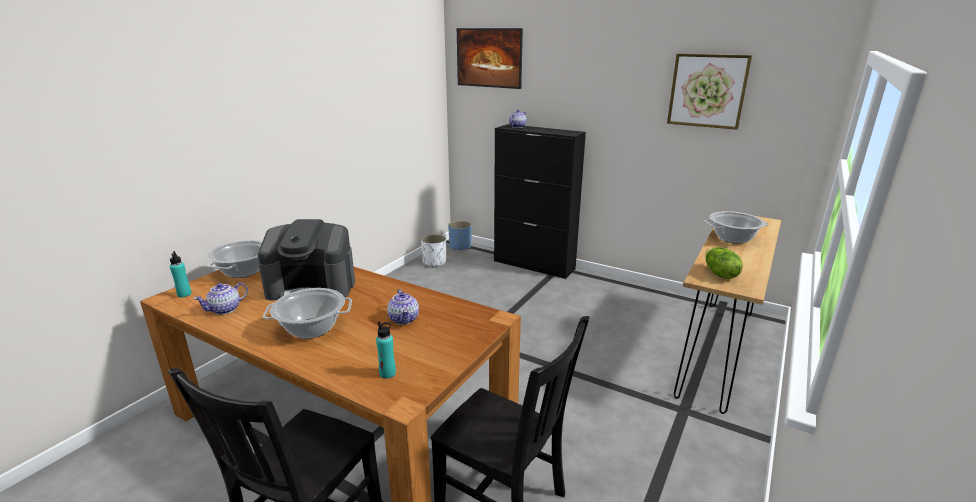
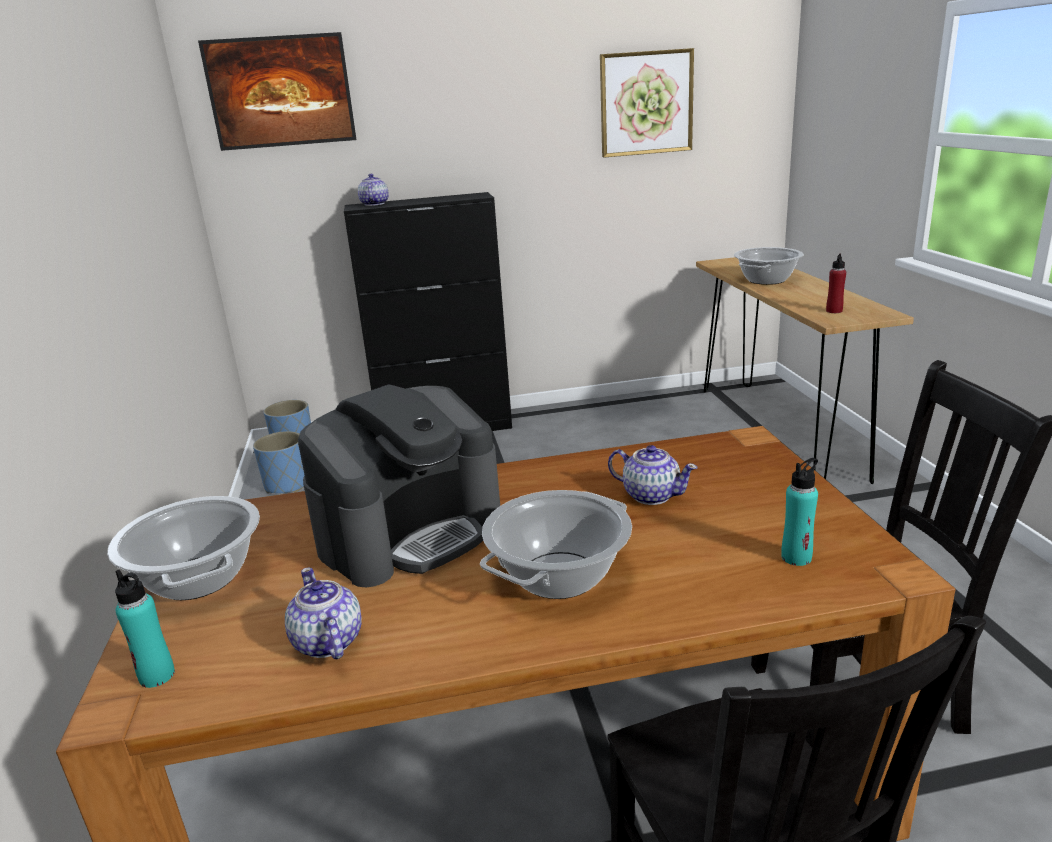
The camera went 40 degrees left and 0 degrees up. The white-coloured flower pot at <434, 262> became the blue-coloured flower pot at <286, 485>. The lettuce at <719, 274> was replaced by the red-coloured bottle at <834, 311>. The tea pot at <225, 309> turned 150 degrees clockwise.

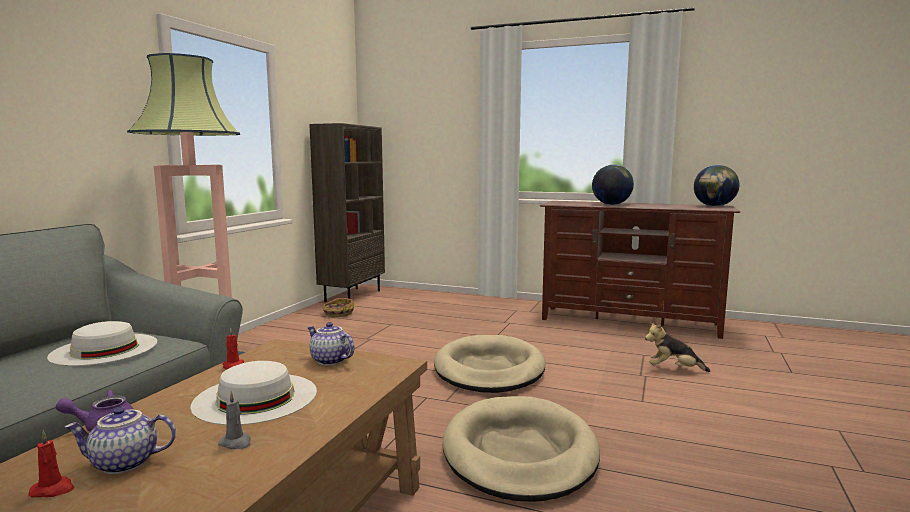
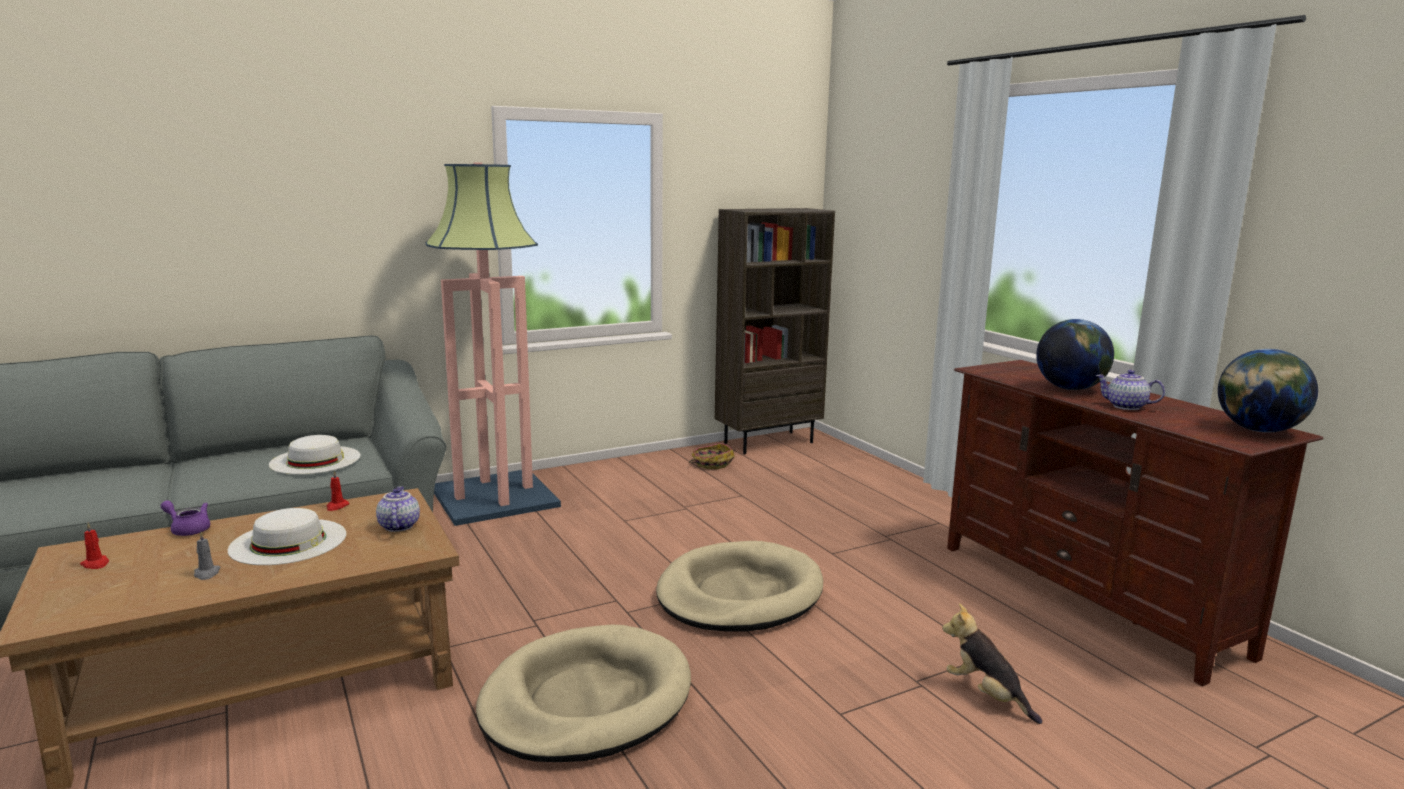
The camera went 40 degrees right and 5 degrees up. The tea pot moved from <123, 464> to <1125, 407>.

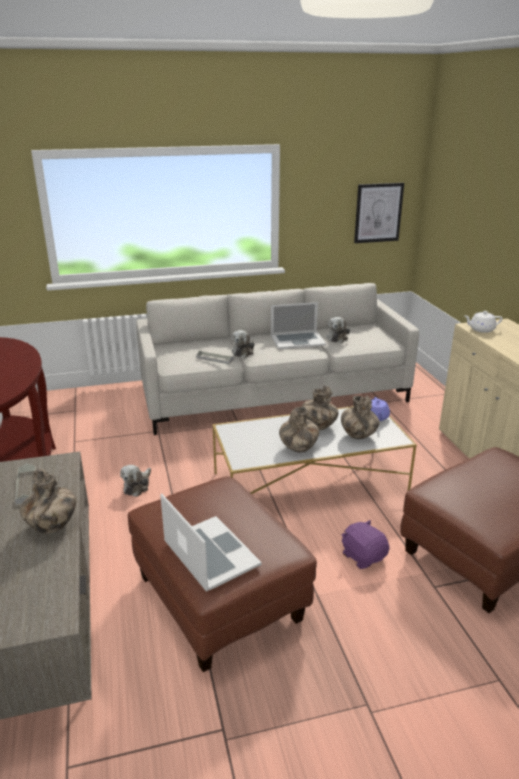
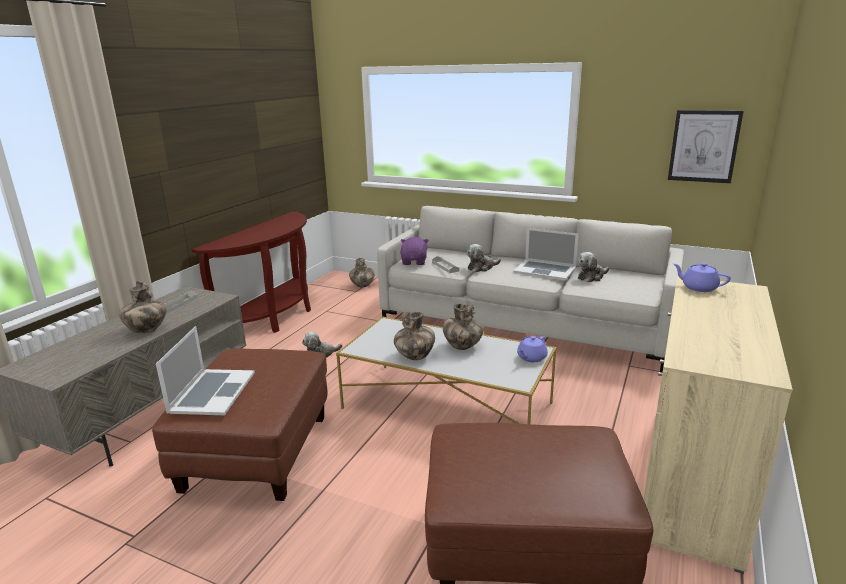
The camera went 40 degrees right and 5 degrees down. The white-coloured tea pot at <481, 329> became the purple-coloured tea pot at <698, 288>. The vase moved from <358, 435> to <362, 286>. The purple-coloured cuddly toy moved from <363, 556> to <414, 262>.

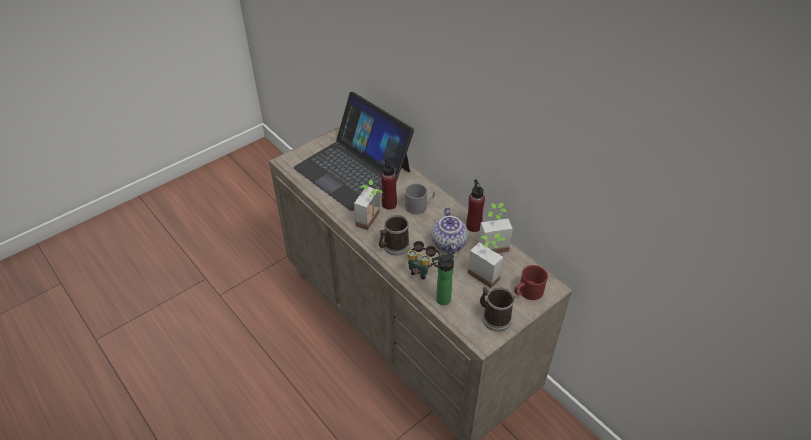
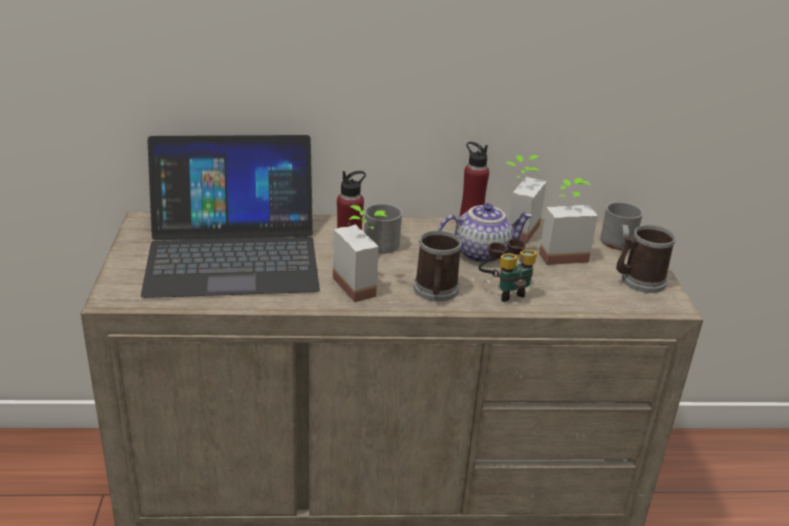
The camera went 55 degrees left and 15 degrees down. The tea pot at <450, 244> turned 45 degrees counterclockwise. The bottle at <441, 300> disappeared. The red-coloured mug at <527, 292> became the grey mug at <618, 244>.

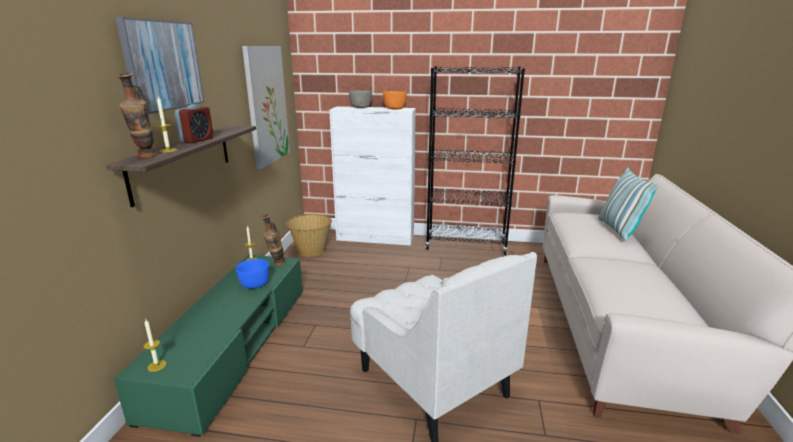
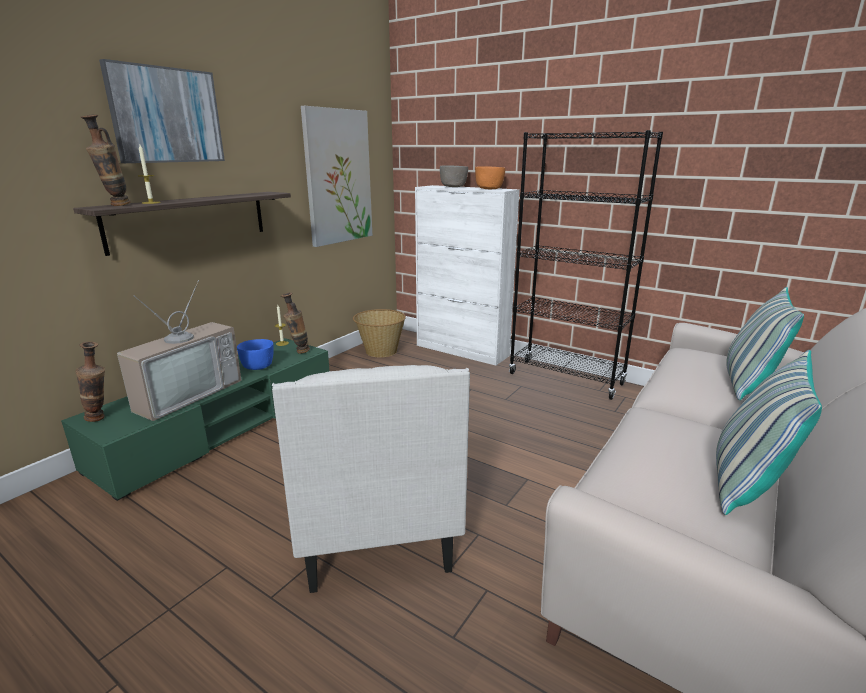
The camera went 25 degrees right and 0 degrees up. The alarm clock at <197, 140> disappeared. The wax light at <157, 366> was replaced by the vase at <101, 418>. The TV set at <186, 393> appeared. The cushion at <746, 484> appeared.

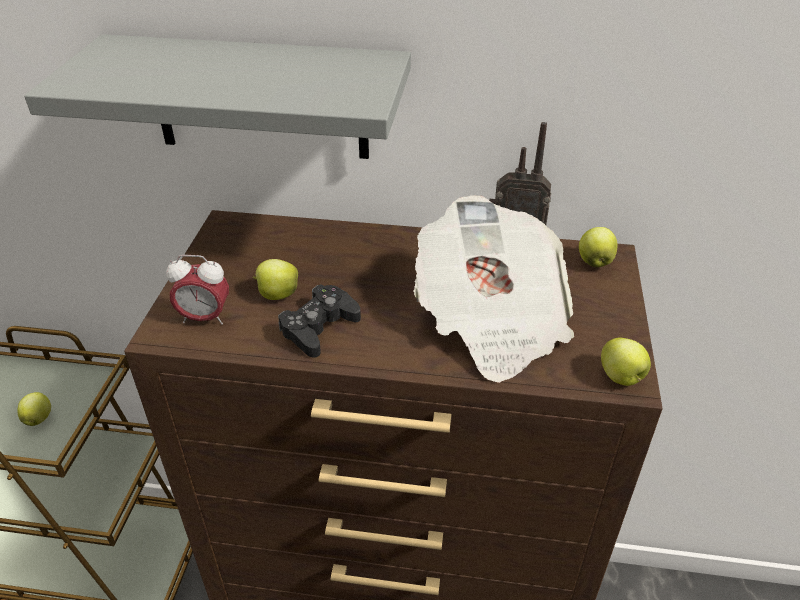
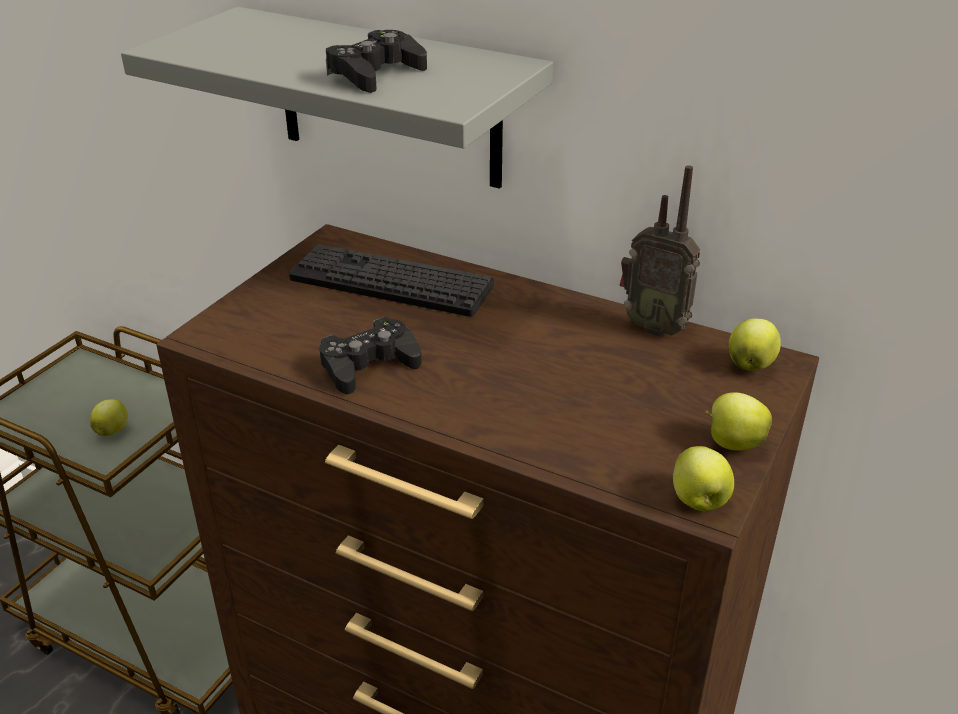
The camera went 20 degrees right and 5 degrees down. The printed paper at <491, 321> disappeared. The alarm clock at <205, 318> disappeared. The whole apple moved from <277, 295> to <732, 443>. The black-coloured gamepad at <375, 74> appeared. The computer keyboard at <391, 282> appeared.

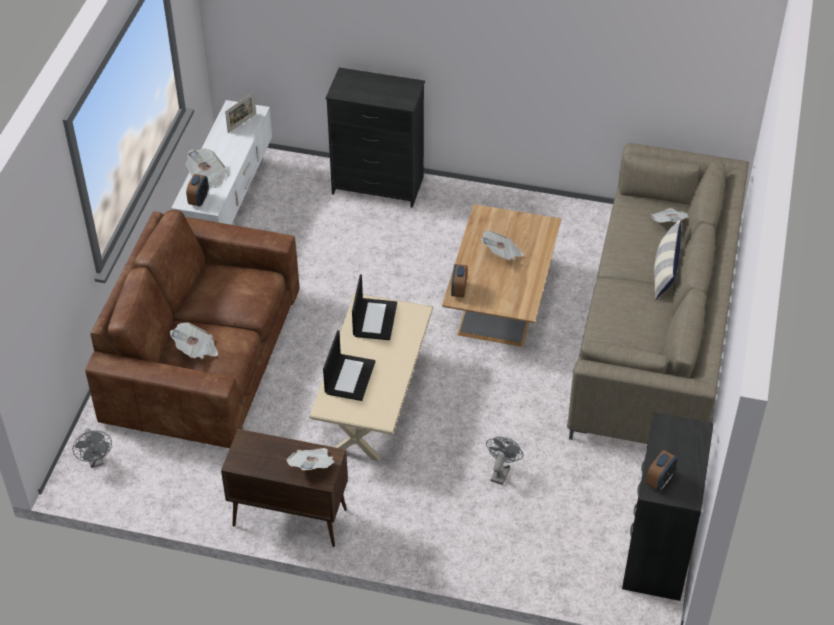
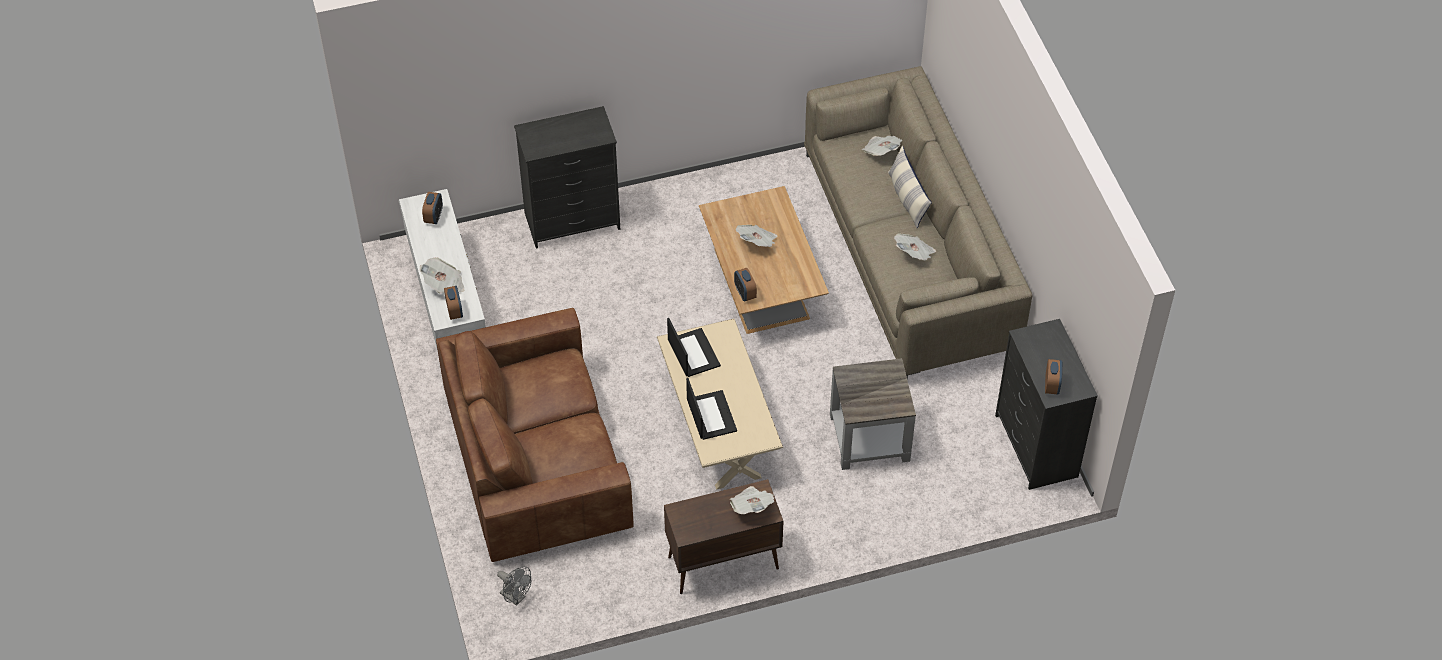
The camera went 30 degrees left and 5 degrees up. The photo frame at <242, 123> was replaced by the alarm clock at <434, 217>. The printed paper moved from <196, 349> to <914, 254>. The grey electric fan at <501, 471> was replaced by the grey side table at <868, 438>.

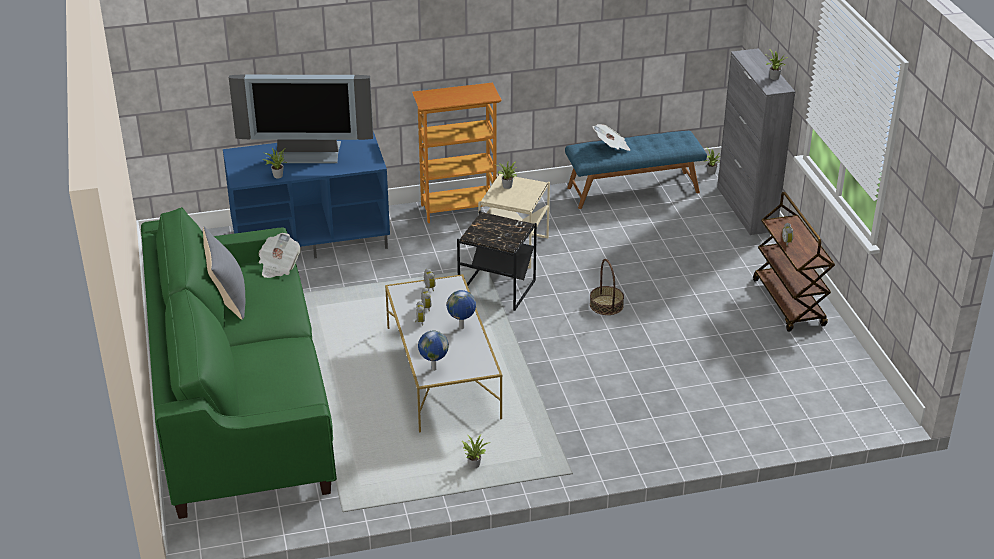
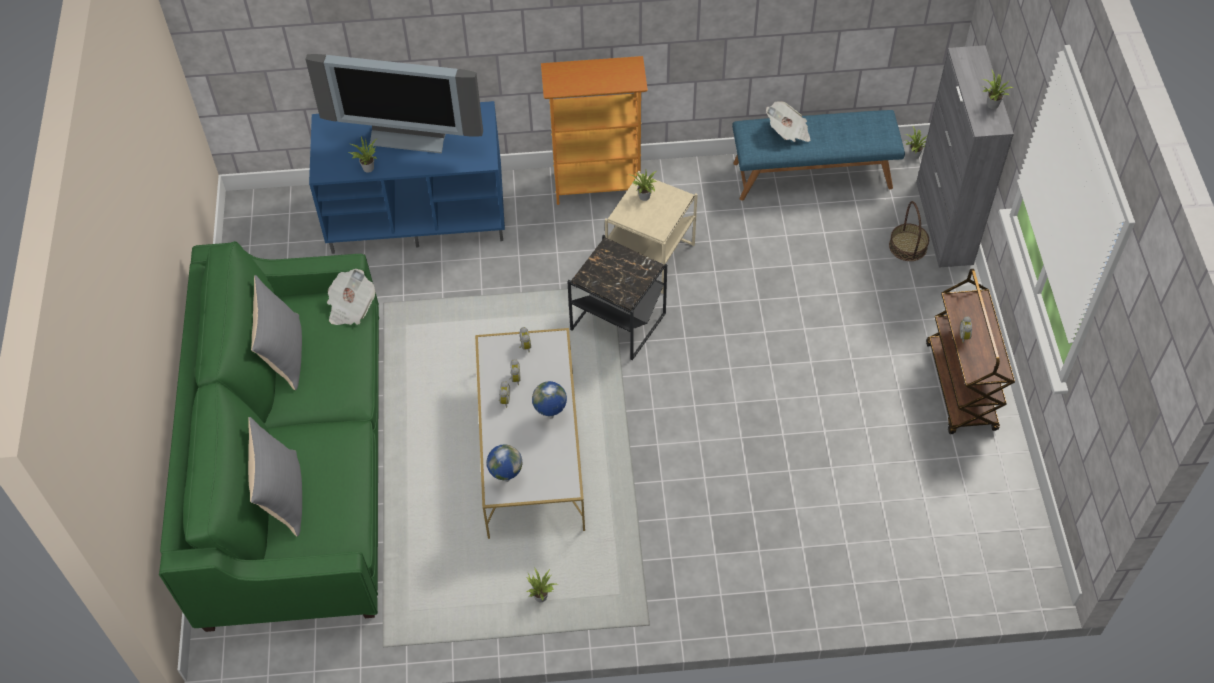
The camera went 10 degrees right and 20 degrees up. The storage basket moved from <606, 305> to <908, 246>. The grey cushion at <283, 495> appeared.

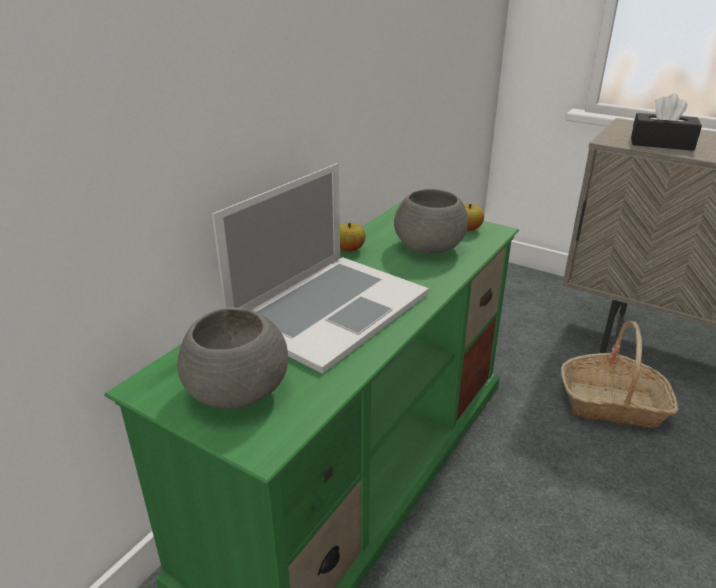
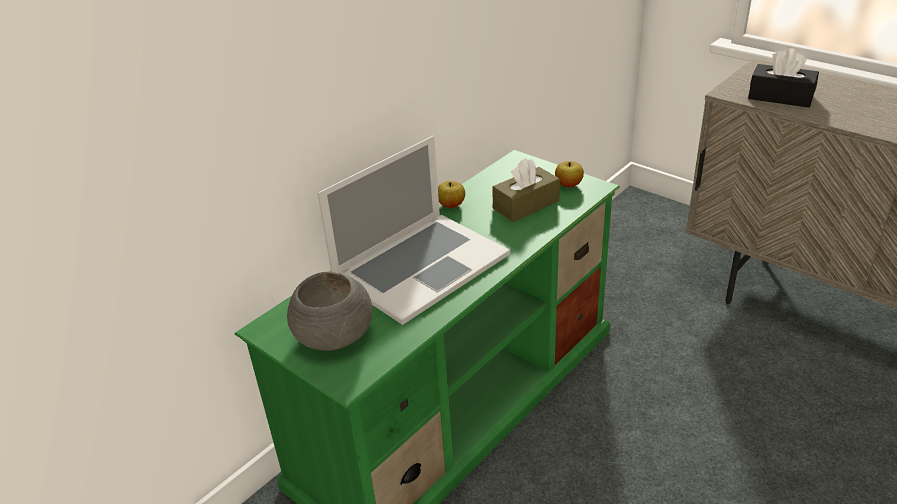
The camera went 10 degrees right and 5 degrees up. The grey bowl at <430, 247> was replaced by the brown-coloured tissue box at <526, 205>. The storage basket at <612, 404> disappeared.

